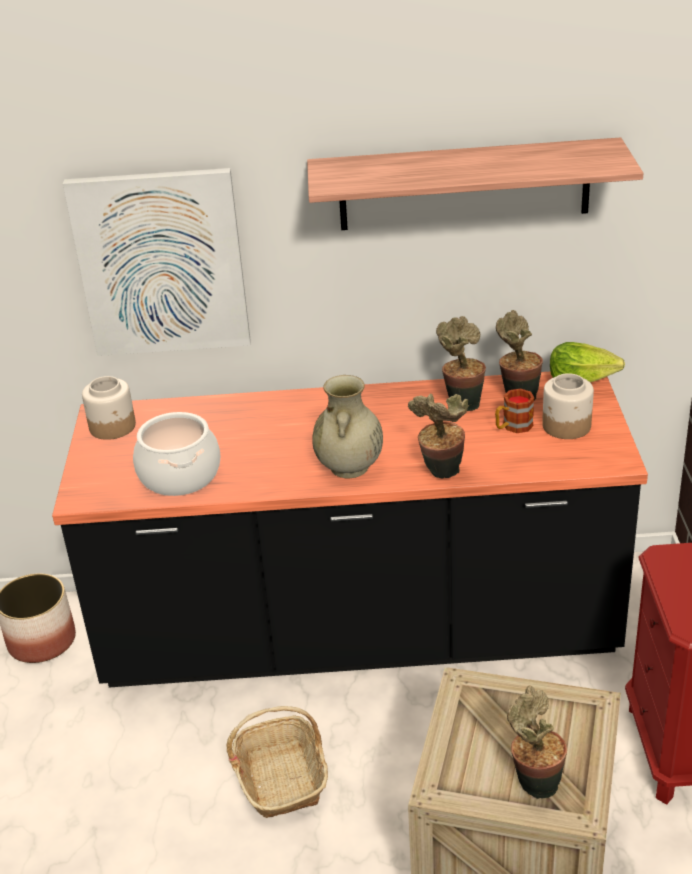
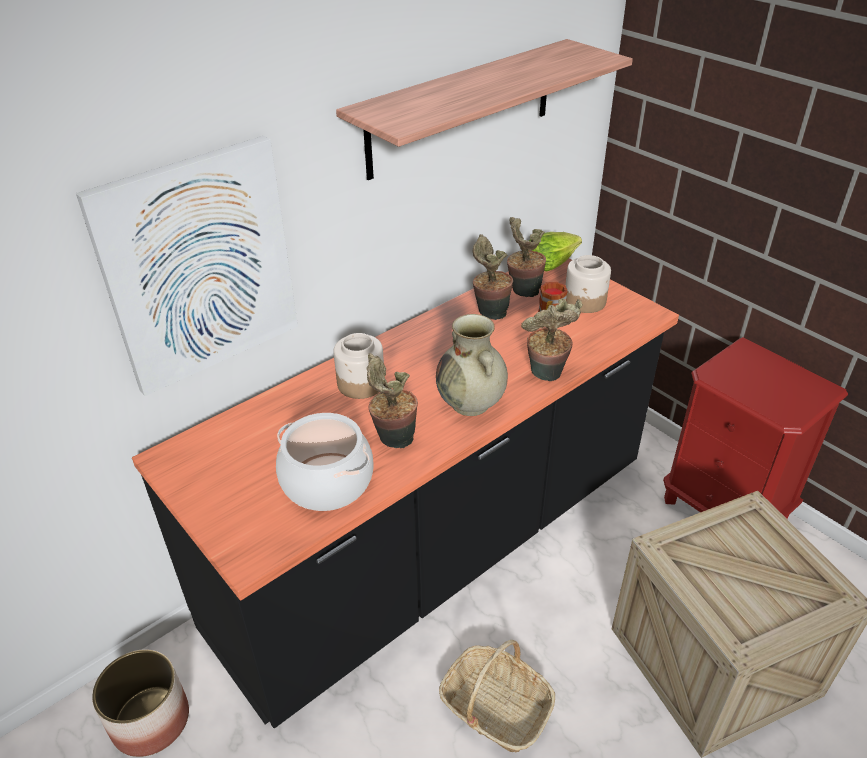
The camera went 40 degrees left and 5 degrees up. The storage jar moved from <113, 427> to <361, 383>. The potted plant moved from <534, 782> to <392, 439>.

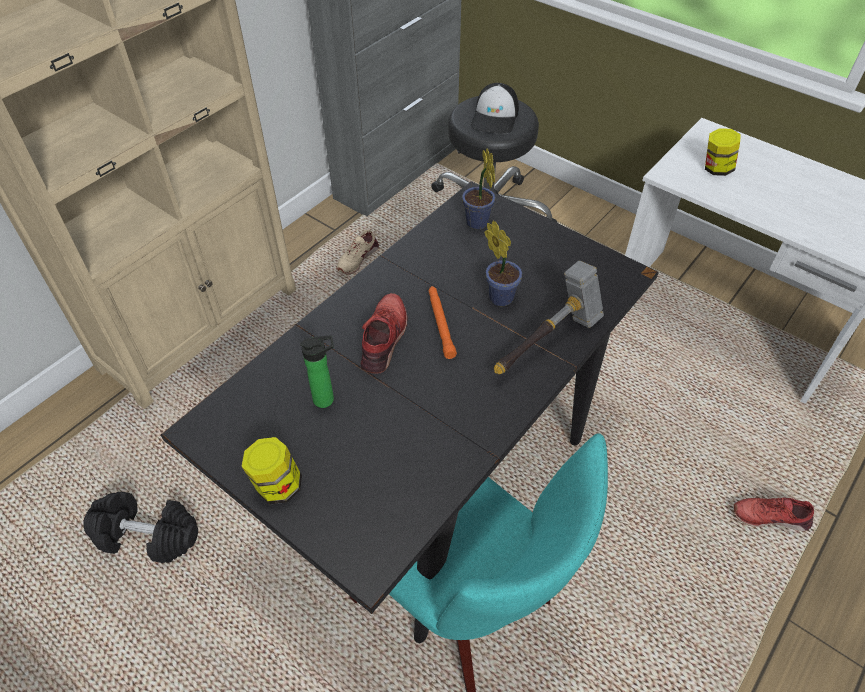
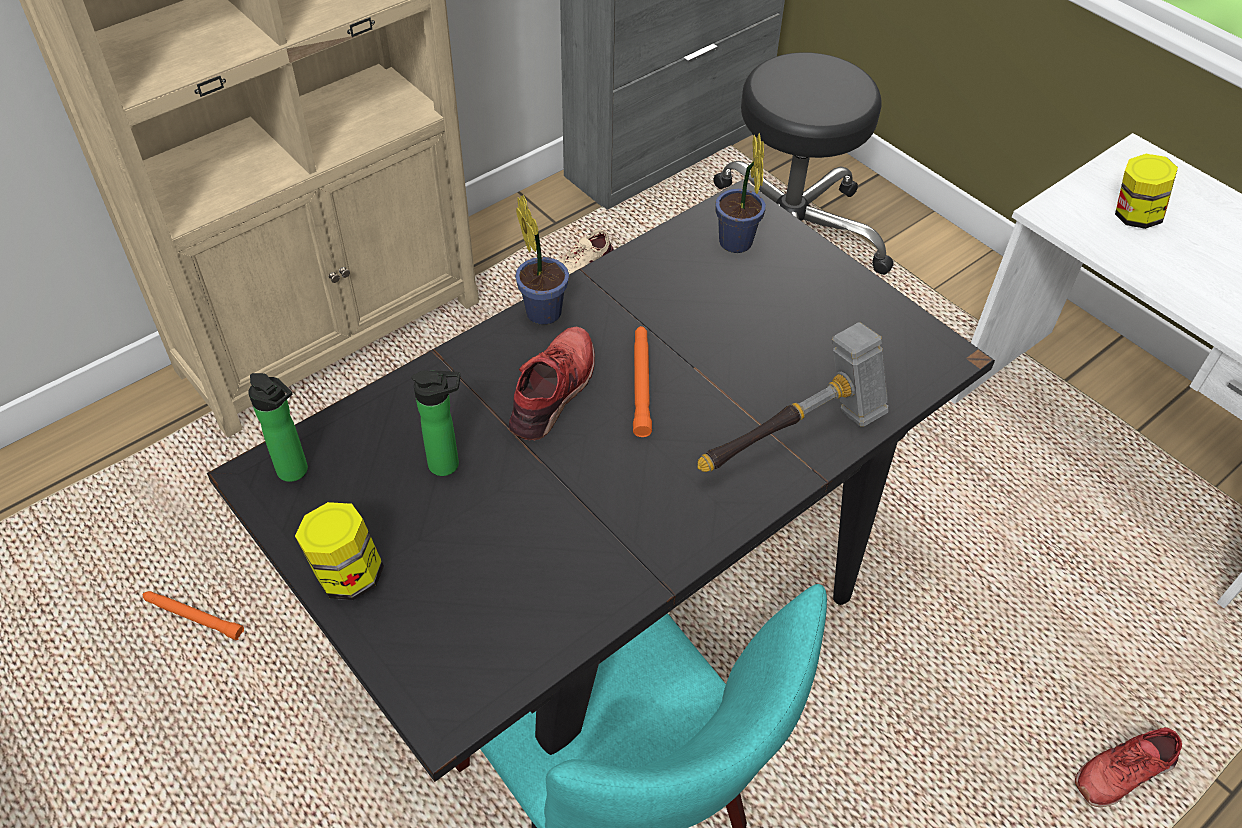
The camera went 10 degrees right and 0 degrees up. The peaked cap at <495, 118> disappeared. The potted plant moved from <499, 296> to <542, 309>. The black-coloured free weight at <148, 535> was replaced by the orangey hand torch at <193, 617>. The red-coloured shoe at <770, 516> turned 45 degrees counterclockwise. The bottle at <296, 472> appeared.

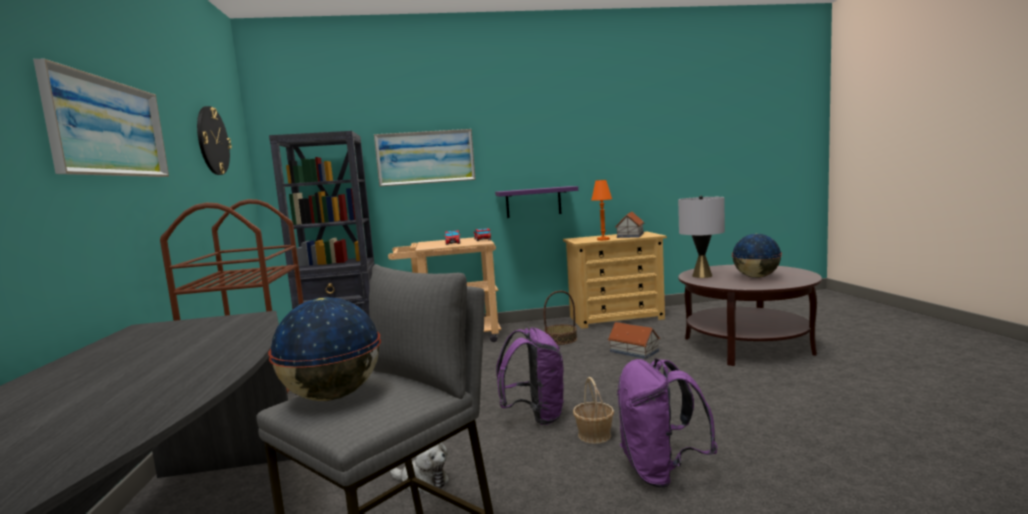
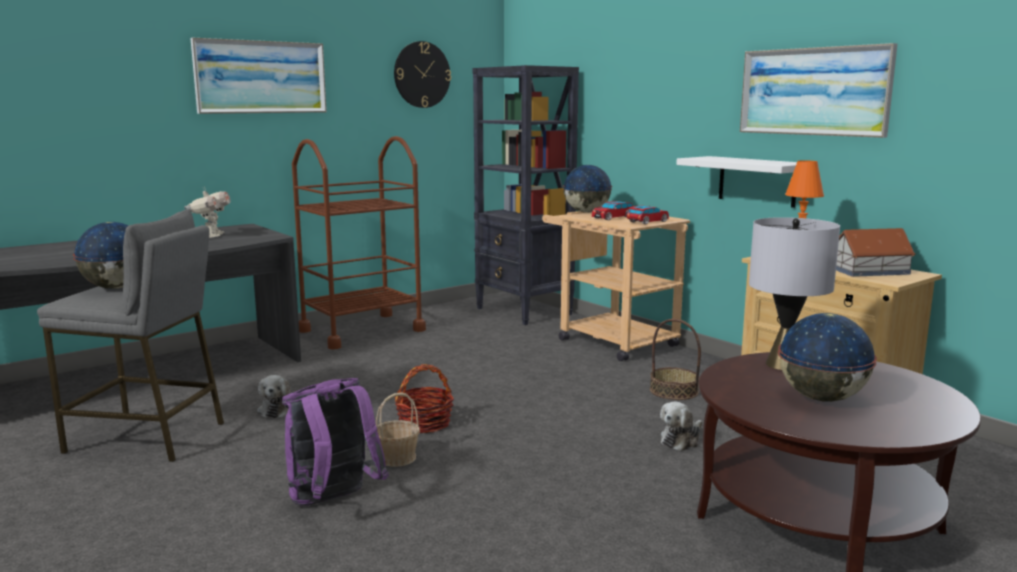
The camera went 60 degrees right and 5 degrees up. The picture moved from <425, 157> to <813, 91>. The purple-coloured wall shelf at <533, 202> became the white-coloured wall shelf at <757, 181>. The miniature house at <633, 351> was replaced by the cuddly toy at <681, 440>. The purple-coloured knapsack at <535, 416> was replaced by the storage basket at <425, 423>. The world globe at <586, 212> appeared. The robot figure at <211, 236> appeared.

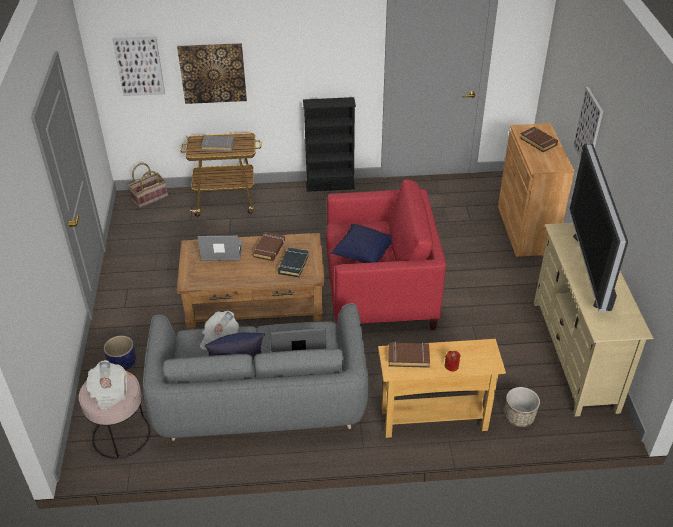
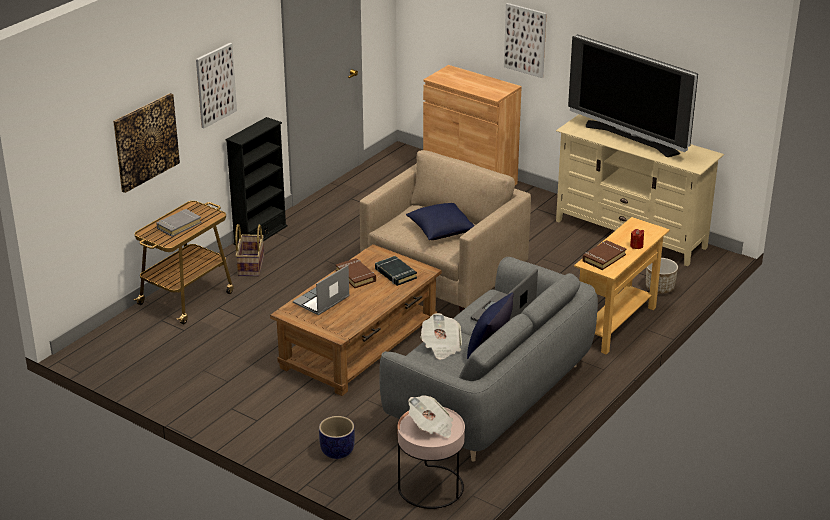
The camera went 50 degrees left and 10 degrees down. The picture moved from <139, 66> to <215, 85>. The brown-coloured volume at <538, 141> disappeared. The storage basket moved from <150, 198> to <250, 265>. The red-coloured lounge chair at <380, 293> became the beige-coloured lounge chair at <444, 280>.

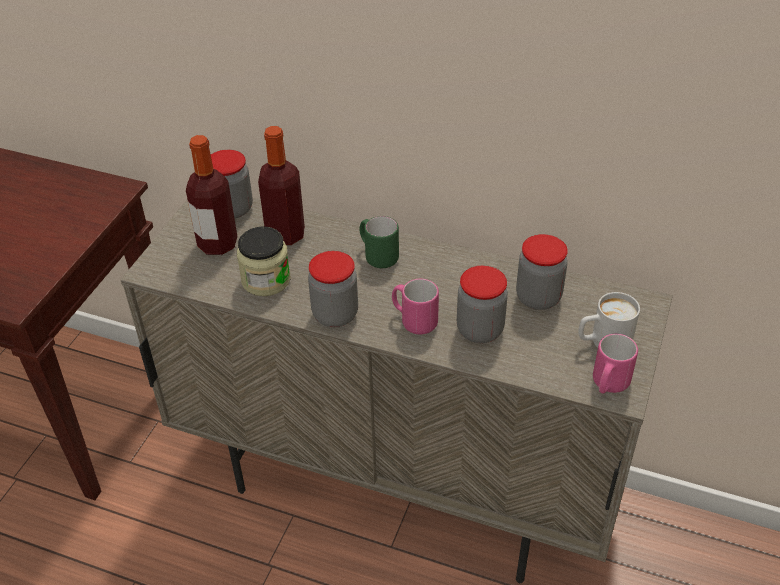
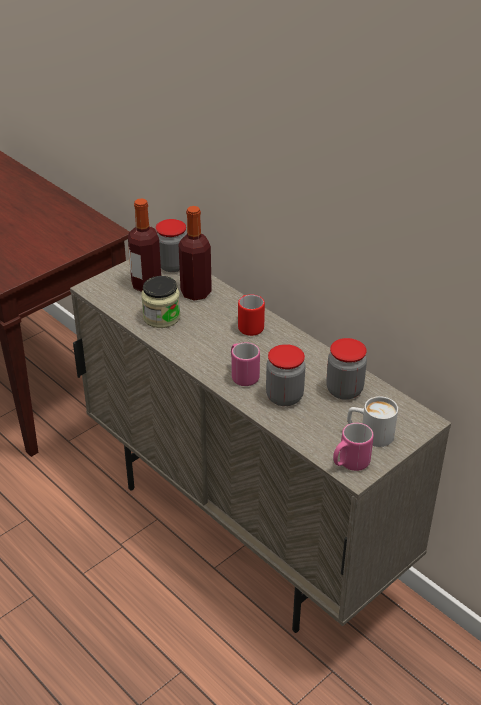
The camera went 25 degrees right and 5 degrees down. The green mug at <377, 256> became the red-coloured mug at <249, 326>. The storage jar at <335, 314> disappeared.

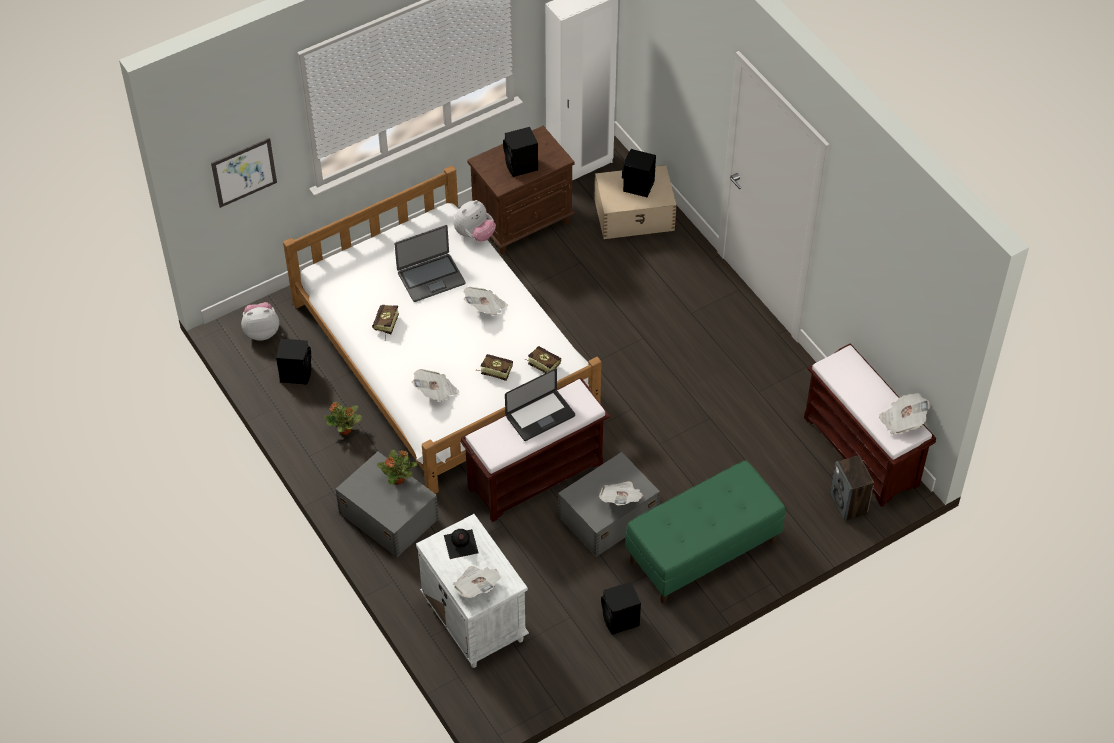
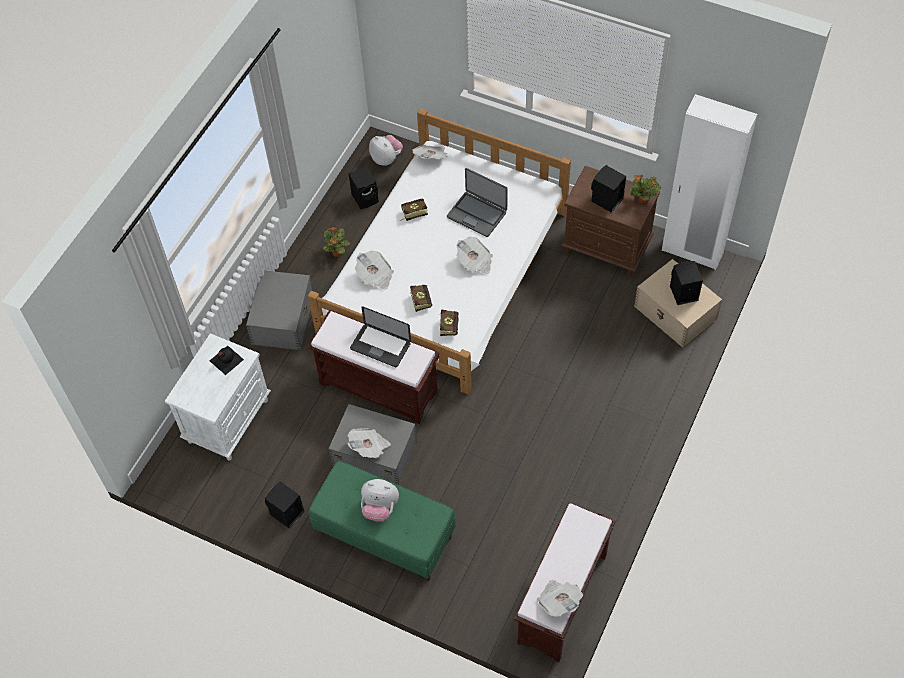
The camera went 60 degrees right and 5 degrees up. The picture at <244, 172> disappeared. The cuddly toy moved from <475, 234> to <380, 507>. The potted plant moved from <398, 479> to <643, 200>. The loudspeaker at <849, 504> disappeared. The printed paper moved from <476, 587> to <431, 158>.

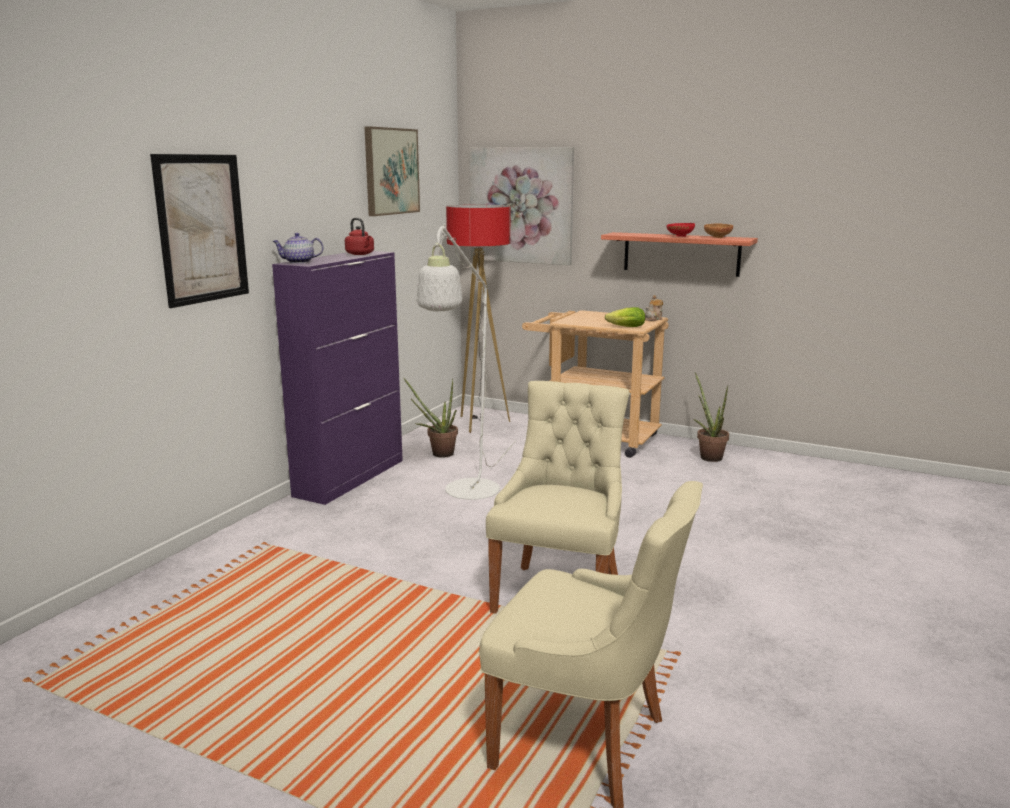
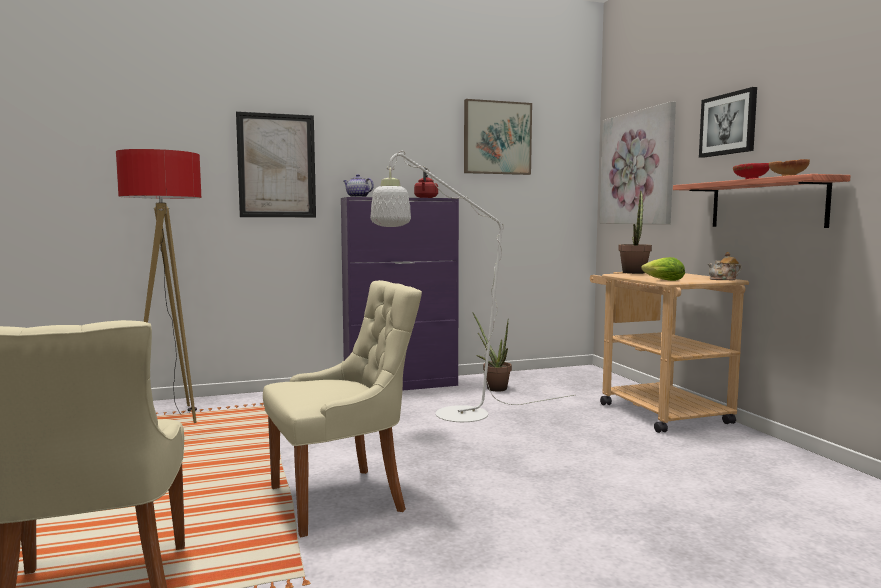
The camera went 45 degrees right and 10 degrees down. The floor lamp moved from <480, 423> to <172, 416>. The potted plant moved from <708, 456> to <634, 272>. The picture at <728, 124> appeared.

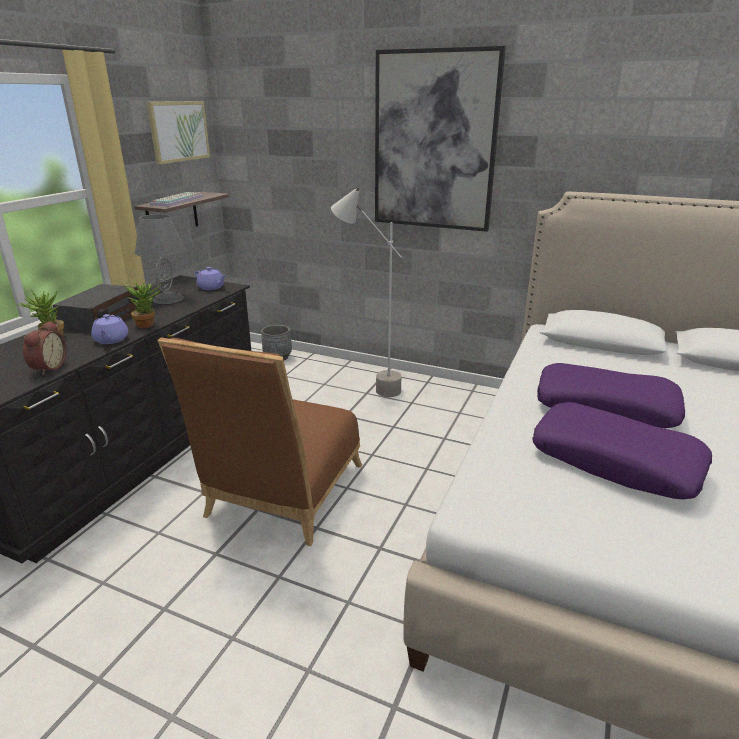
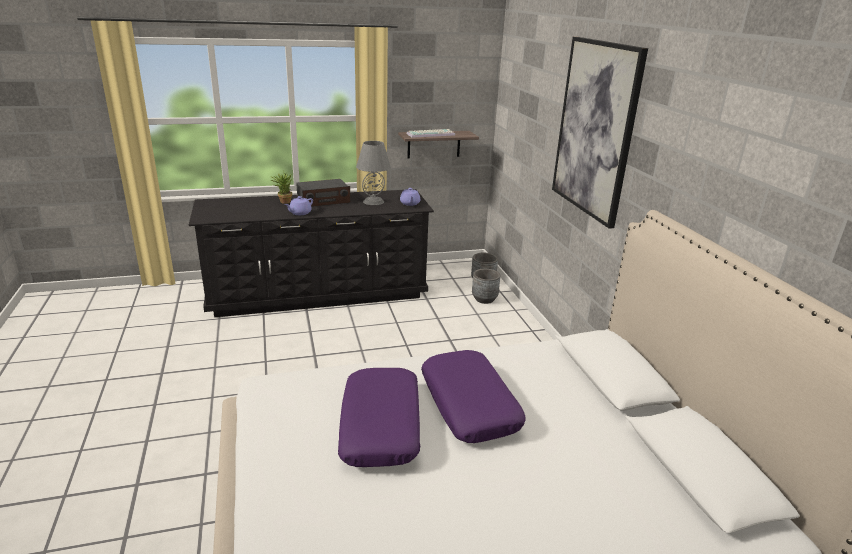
The camera went 50 degrees right and 0 degrees up. The picture at <179, 131> disappeared. The grey floor lamp at <368, 387> disappeared. The potted plant at <148, 324> disappeared. The alarm clock at <47, 368> disappeared. The brown-coloured chair at <281, 496> disappeared. The grey flower pot at <484, 299> appeared.

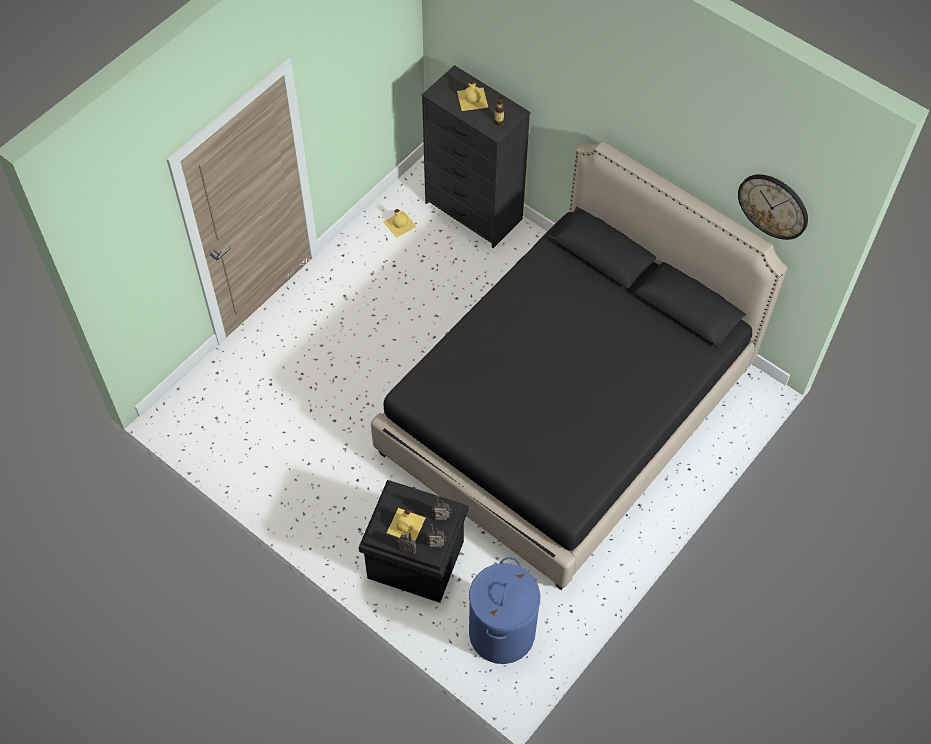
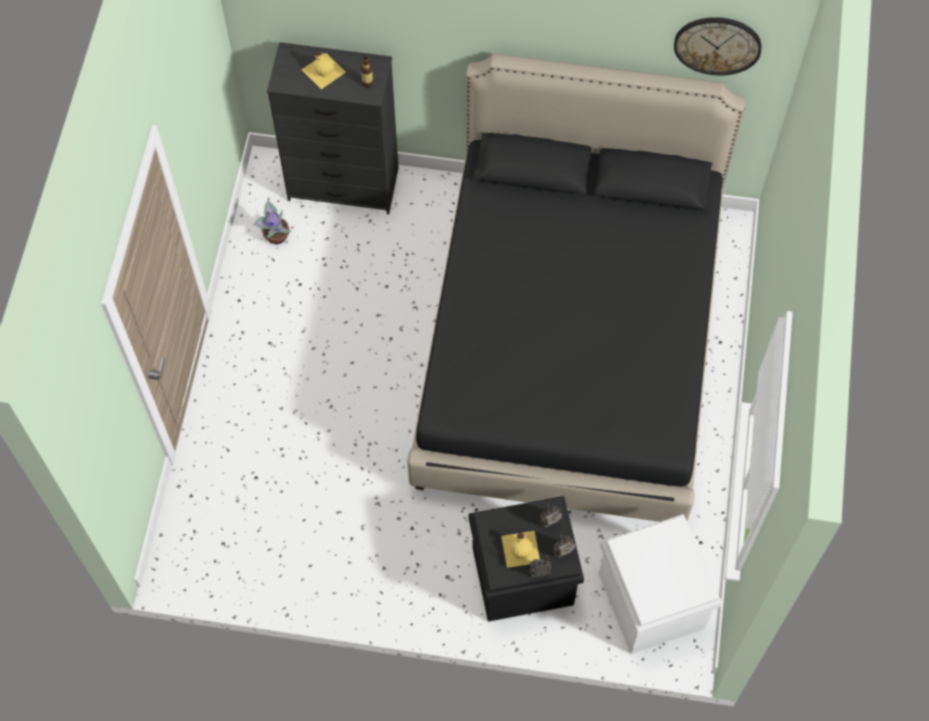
The camera went 30 degrees left and 5 degrees up. The yellow bottle at <399, 223> was replaced by the potted plant at <275, 236>. The blue-coloured washing basket at <501, 632> was replaced by the white-coloured storage bin at <650, 600>.

